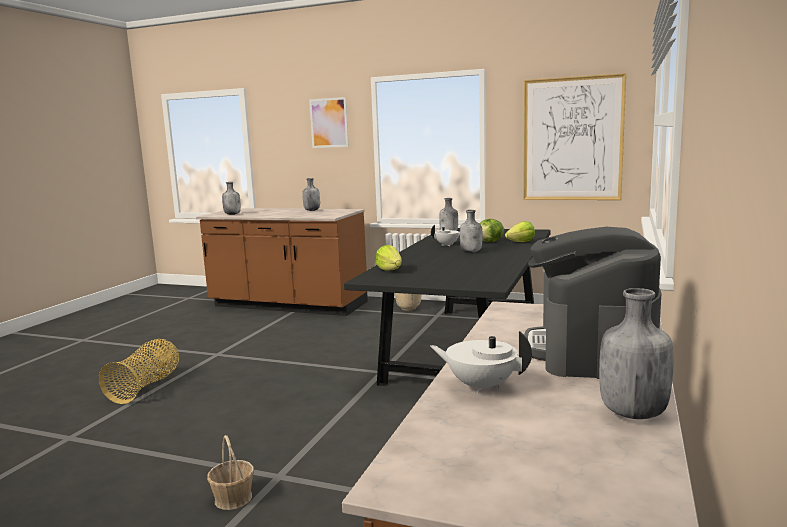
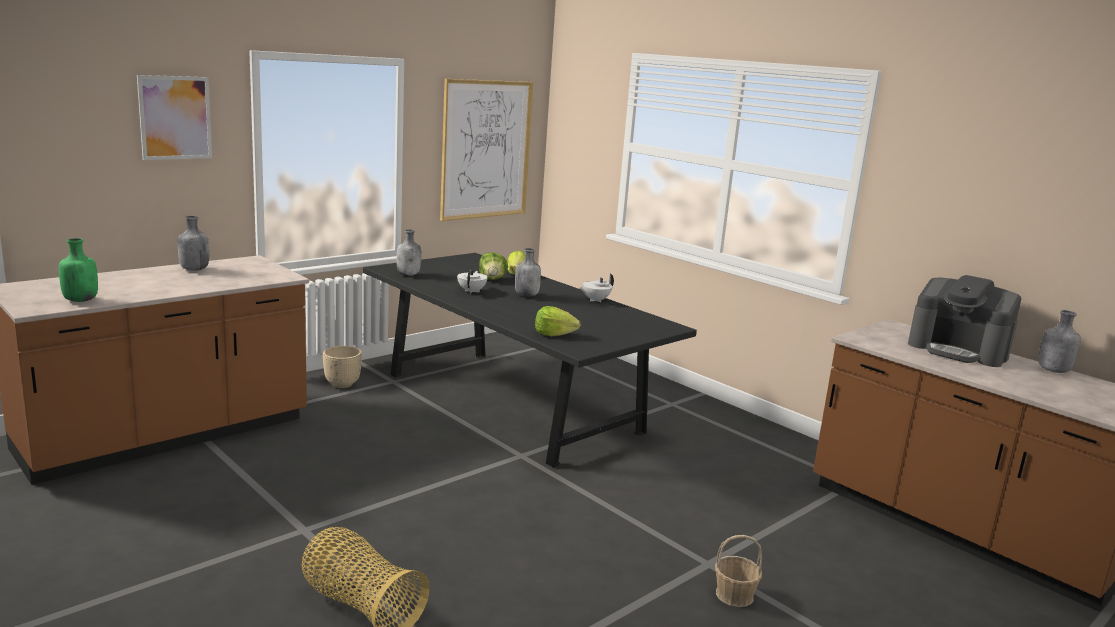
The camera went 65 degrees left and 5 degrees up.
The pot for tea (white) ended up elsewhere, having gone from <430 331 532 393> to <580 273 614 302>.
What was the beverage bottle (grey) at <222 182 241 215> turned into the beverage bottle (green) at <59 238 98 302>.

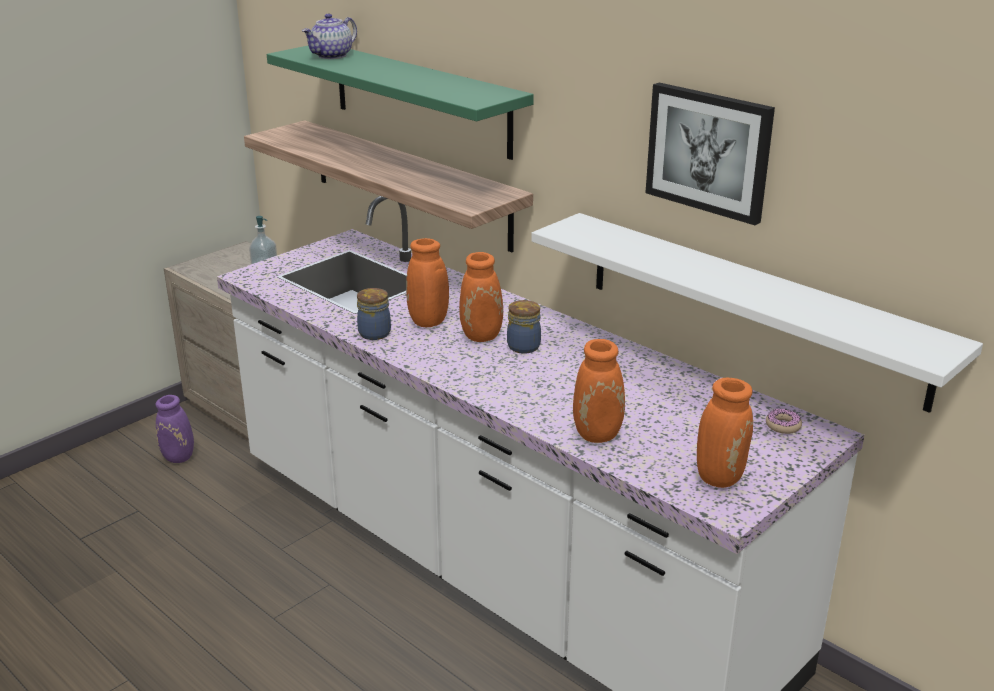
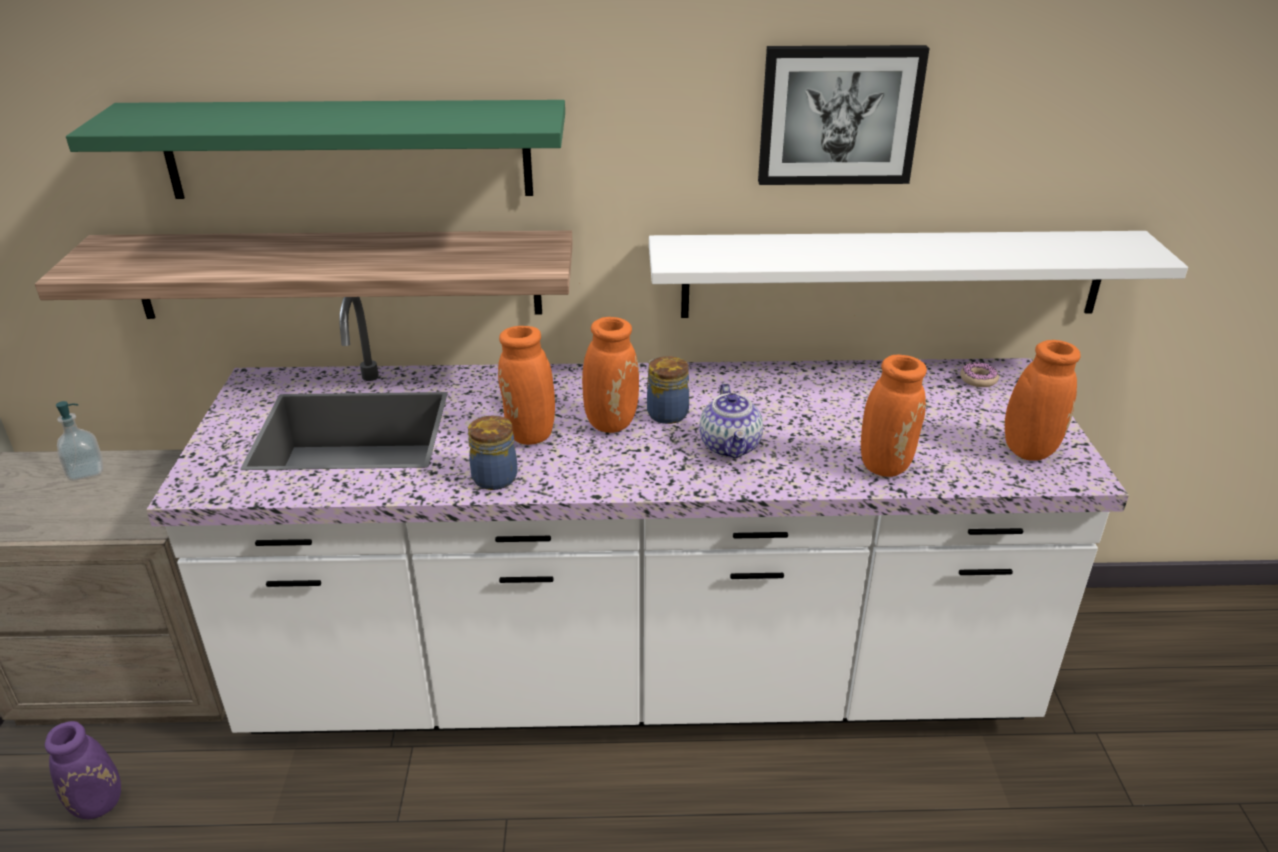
The camera went 45 degrees left and 5 degrees up.
The pot for tea ended up elsewhere, having gone from <302 14 357 59> to <700 383 763 459>.

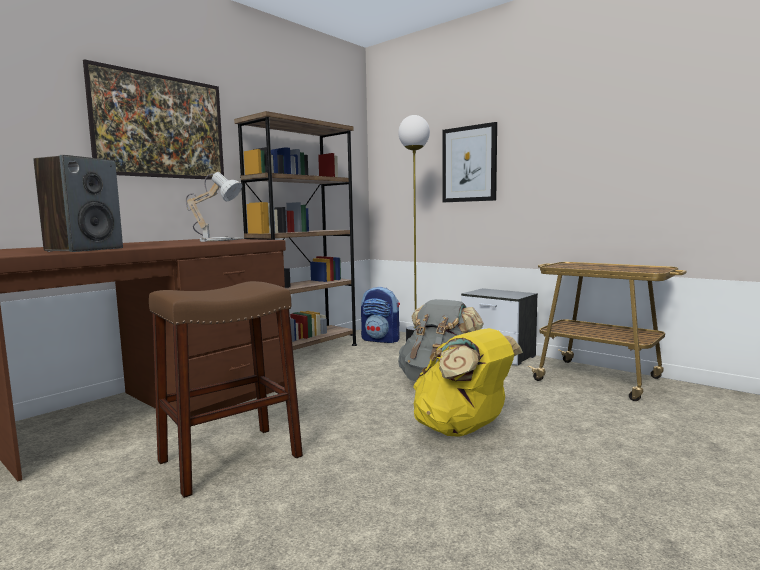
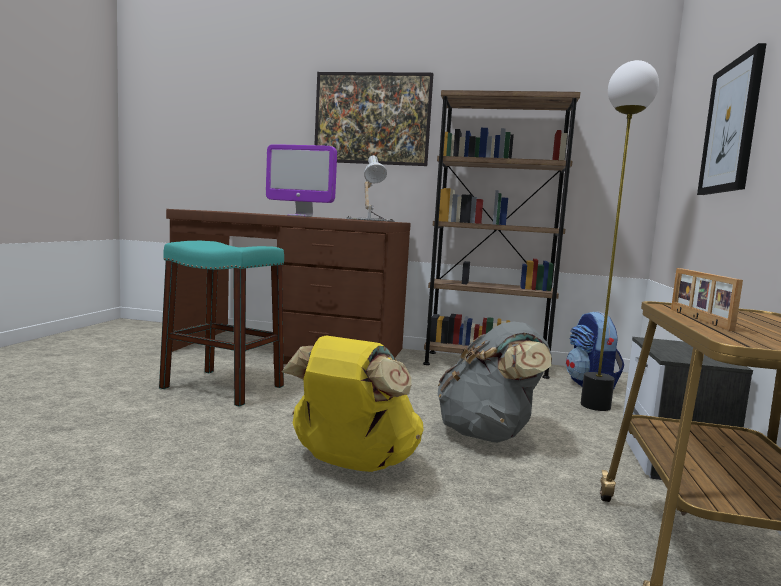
The camera went 60 degrees right and 0 degrees up.
The second view lost the loudspeaker at <34 155 123 252>.
The second view gained the computer display at <266 144 337 217>.
The second view gained the standing frame at <671 268 743 331>.
What was the stool (brown-coloured) at <149 281 303 498> turned into the stool (turquoise-coloured) at <159 241 284 407>.

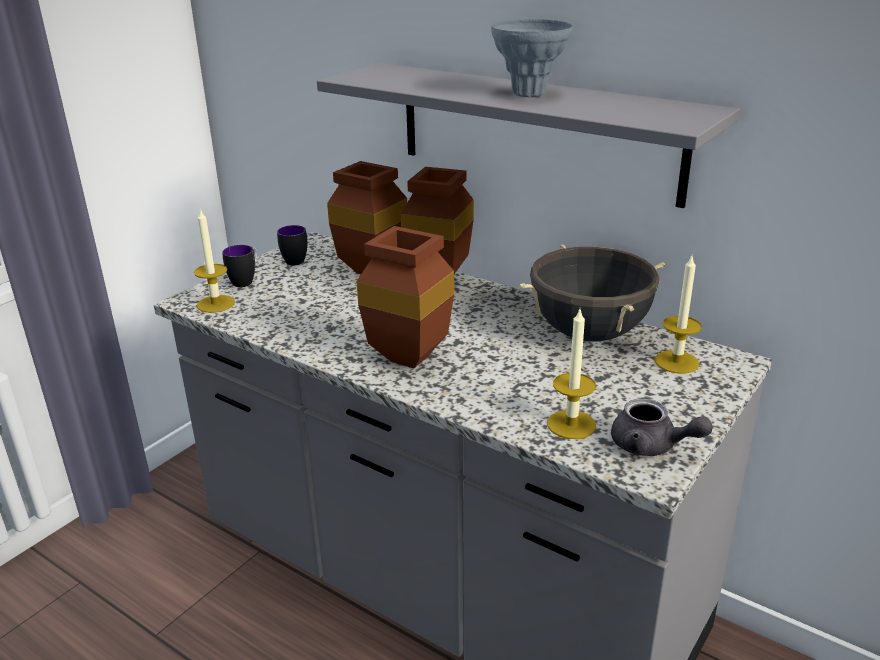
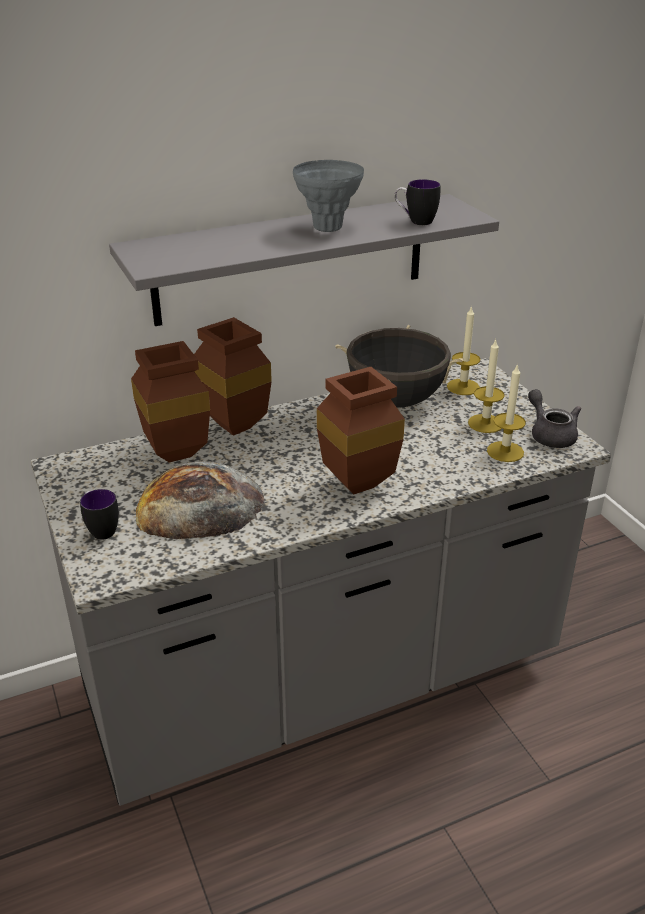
The camera went 60 degrees left and 5 degrees up.
The second view gained the bakery bread at <136 461 265 539>.
The wax light ended up elsewhere, having gone from <194 208 235 313> to <468 340 504 433>.
The mug ended up elsewhere, having gone from <277 225 307 266> to <394 179 441 225>.
The pot for tea (grey) at <611 399 712 456> ended up facing another way, 90 degrees counterclockwise from before.

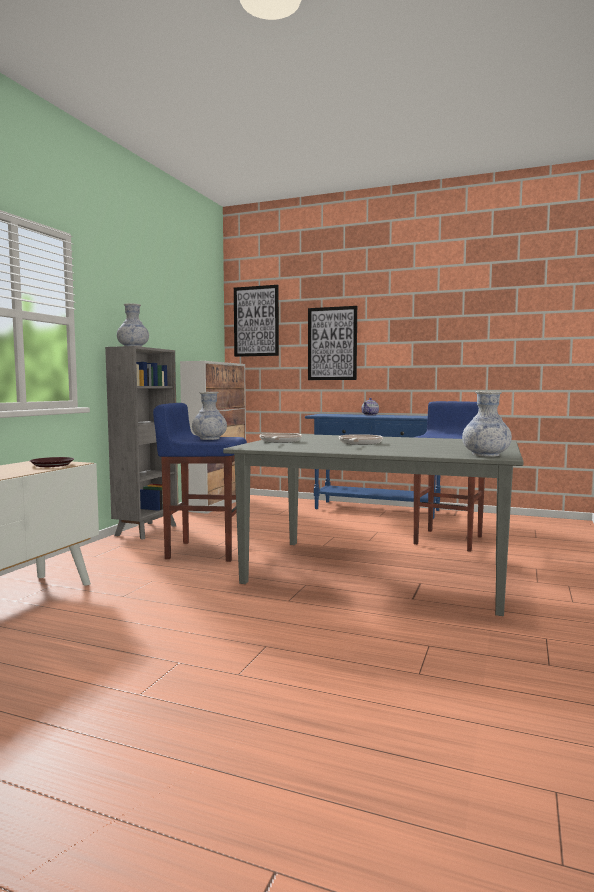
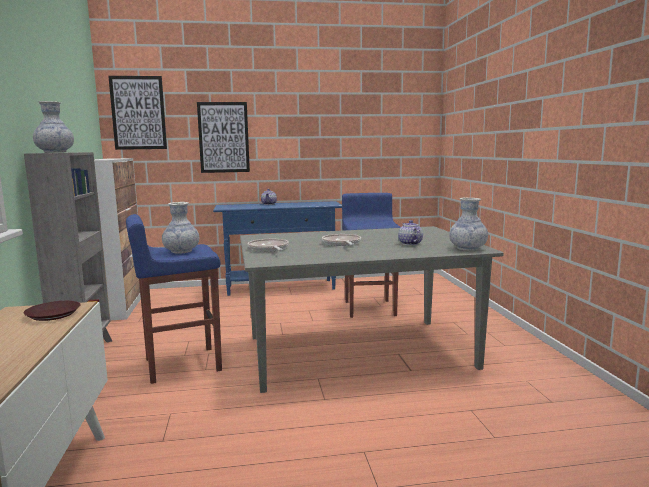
The camera went 30 degrees left and 5 degrees up.
The second view gained the pot for tea at <398 220 423 245>.

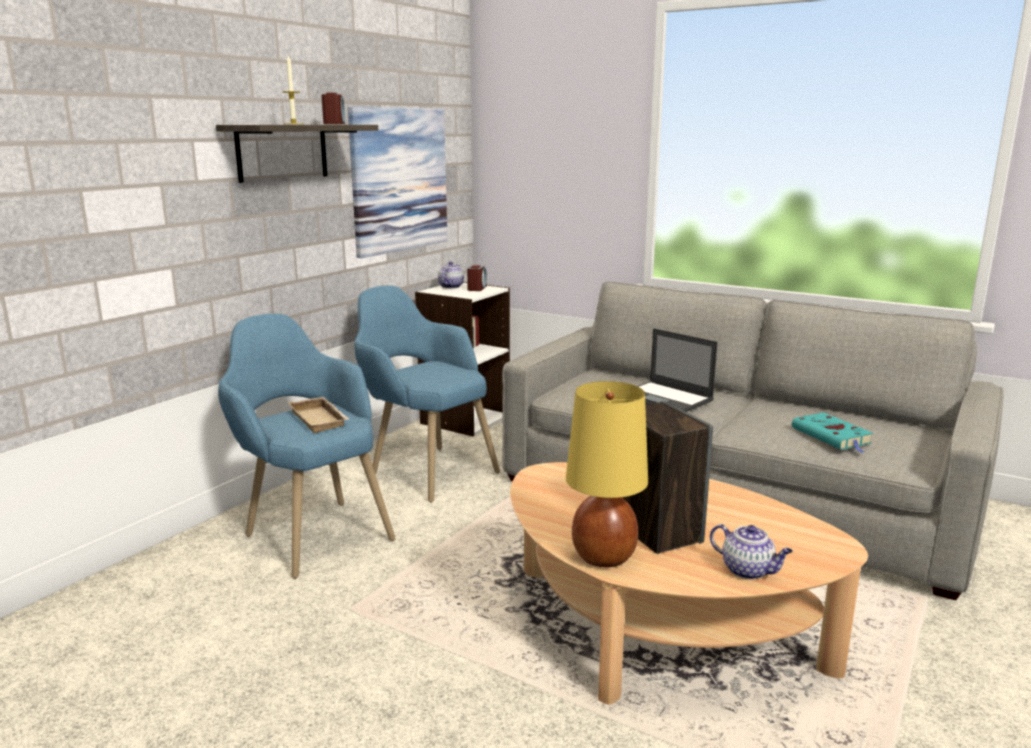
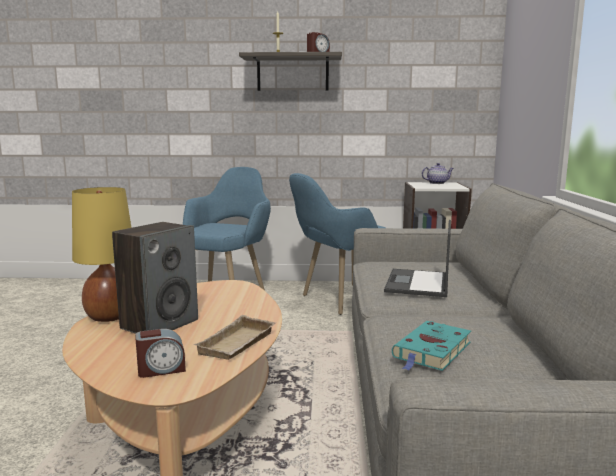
The camera went 60 degrees right and 5 degrees down.
The second view lost the picture at <348 107 448 258>.
The second view lost the pot for tea at <710 524 793 579>.
The serving tray (beige-coloured) ended up elsewhere, having gone from <288 397 349 433> to <194 315 276 360>.
The table clock ended up elsewhere, having gone from <467 265 487 291> to <135 329 186 378>.
The easy chair (bluish) at <355 286 500 503> ended up facing another way, 135 degrees counterclockwise from before.

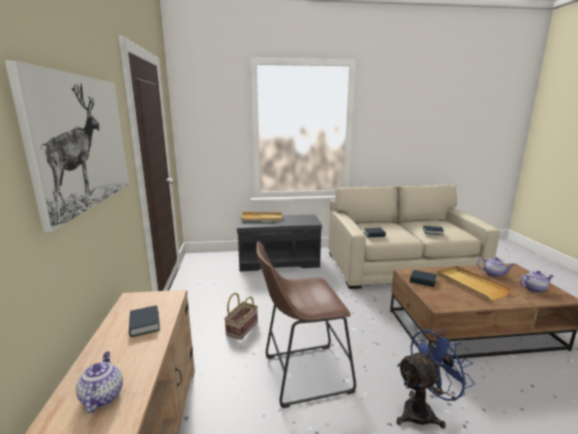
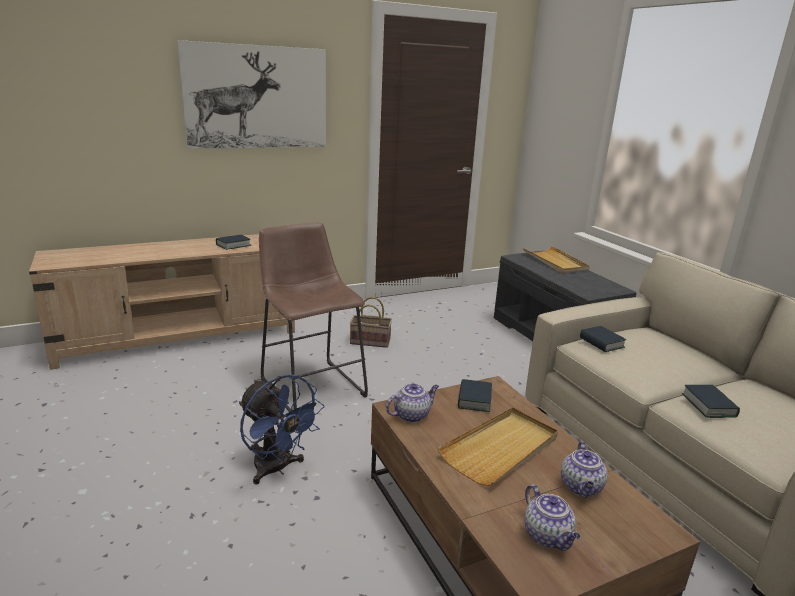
The camera went 70 degrees right and 5 degrees up.
The pot for tea ended up elsewhere, having gone from <76 352 123 413> to <386 384 439 423>.

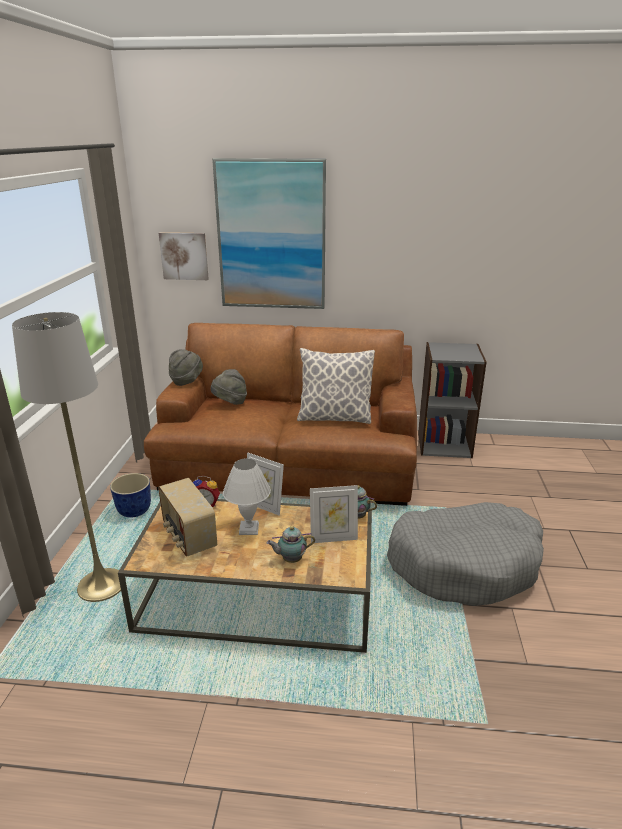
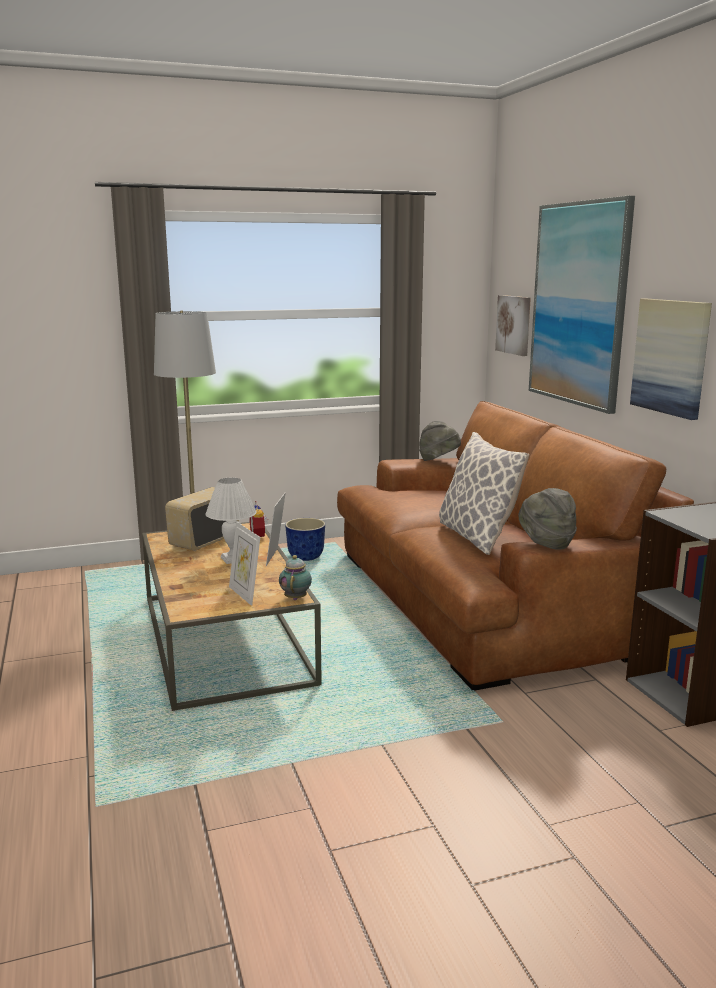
The camera went 65 degrees right and 10 degrees down.
The second view lost the pot for tea at <267 526 315 563>.
The second view lost the pet bed (grey) at <387 502 544 606>.
The second view gained the picture at <630 299 712 420>.
The wearable hat (grey) ended up elsewhere, having gone from <211 369 247 405> to <518 488 577 550>.

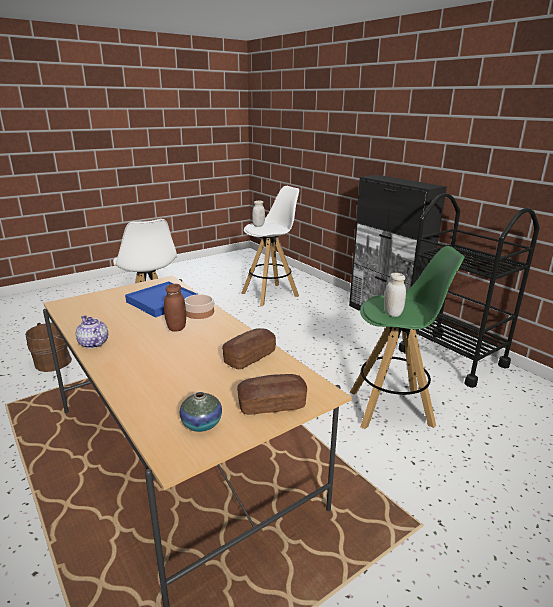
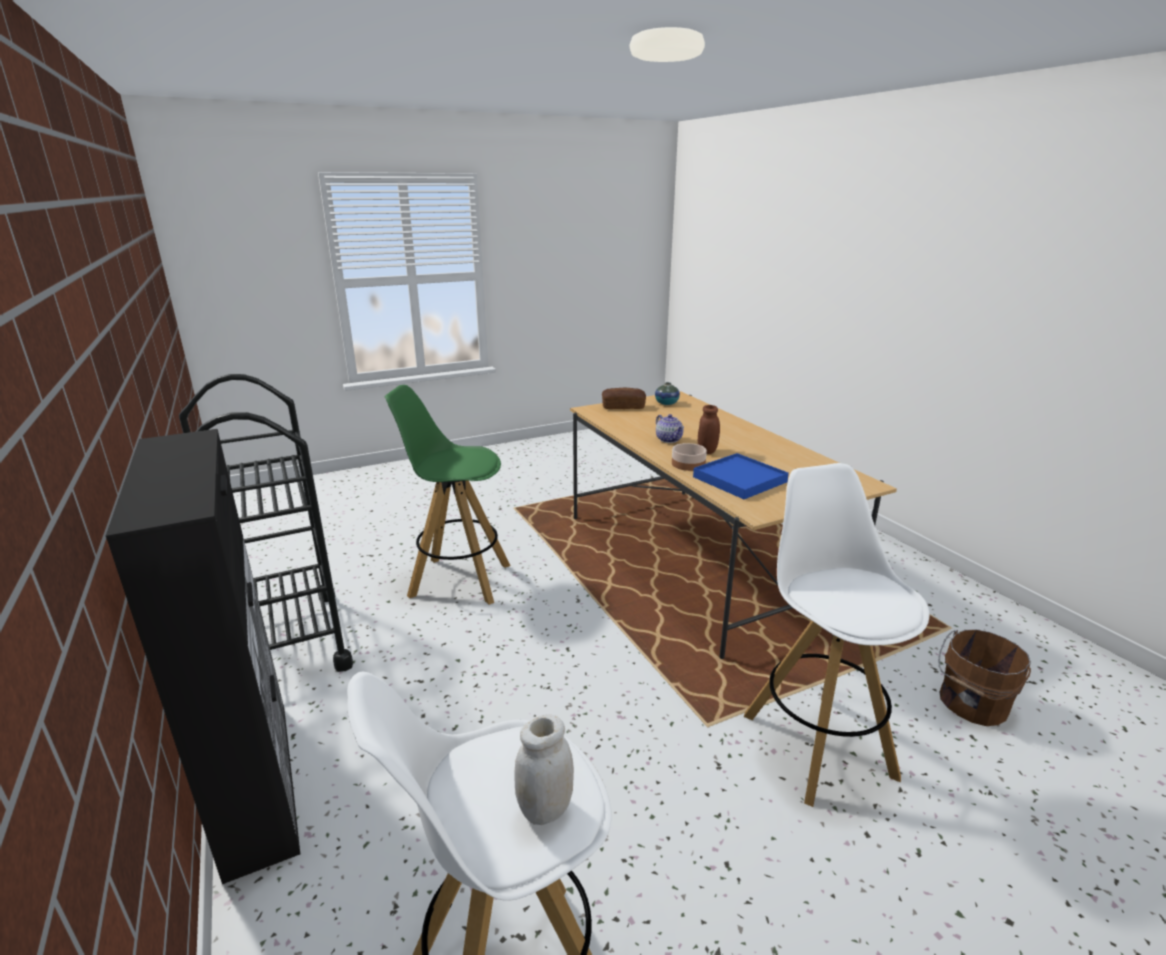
The camera went 170 degrees left and 0 degrees up.
The second view lost the bakery bread at <222 328 276 369>.
The second view lost the storage jar (white) at <384 273 406 317>.
The pot for tea ended up elsewhere, having gone from <76 315 108 349> to <656 414 684 443>.

